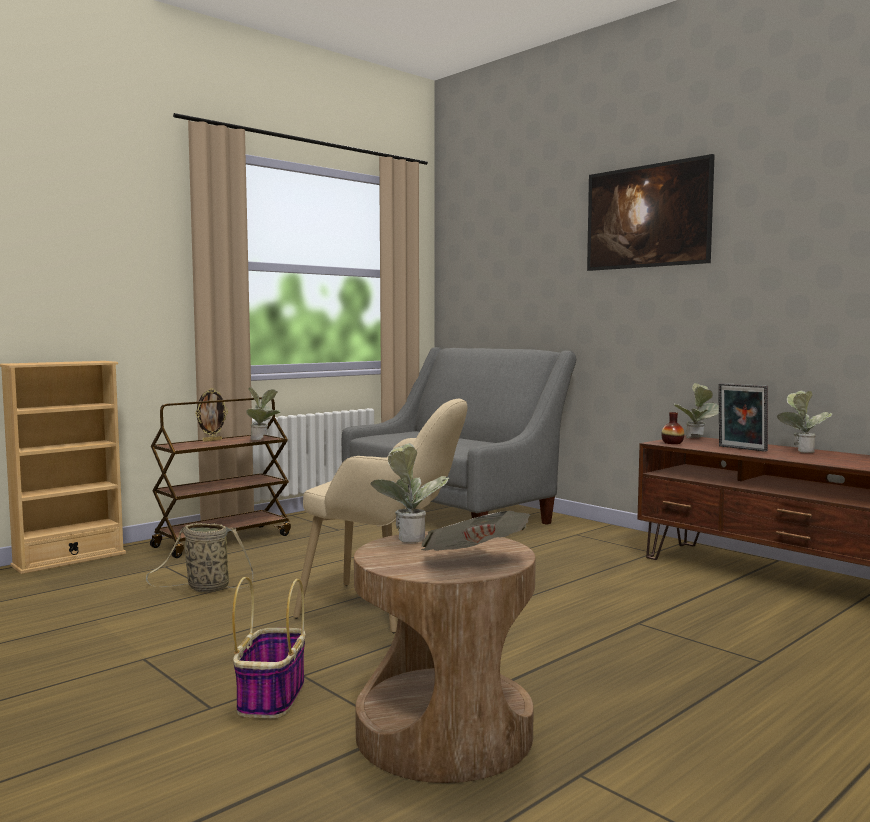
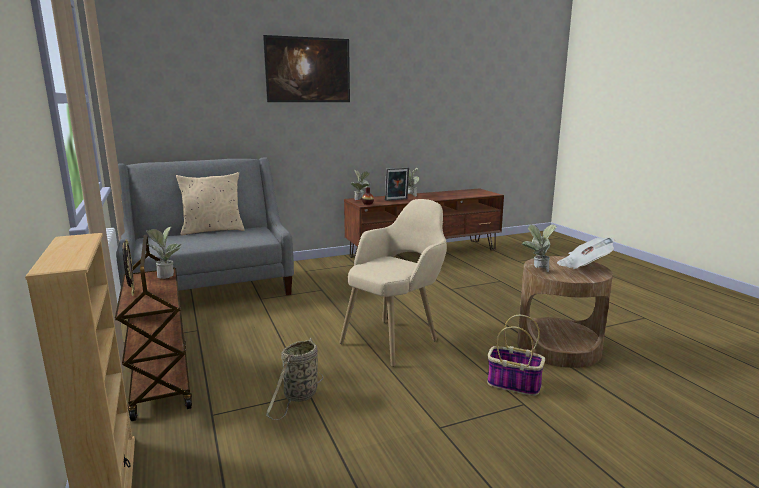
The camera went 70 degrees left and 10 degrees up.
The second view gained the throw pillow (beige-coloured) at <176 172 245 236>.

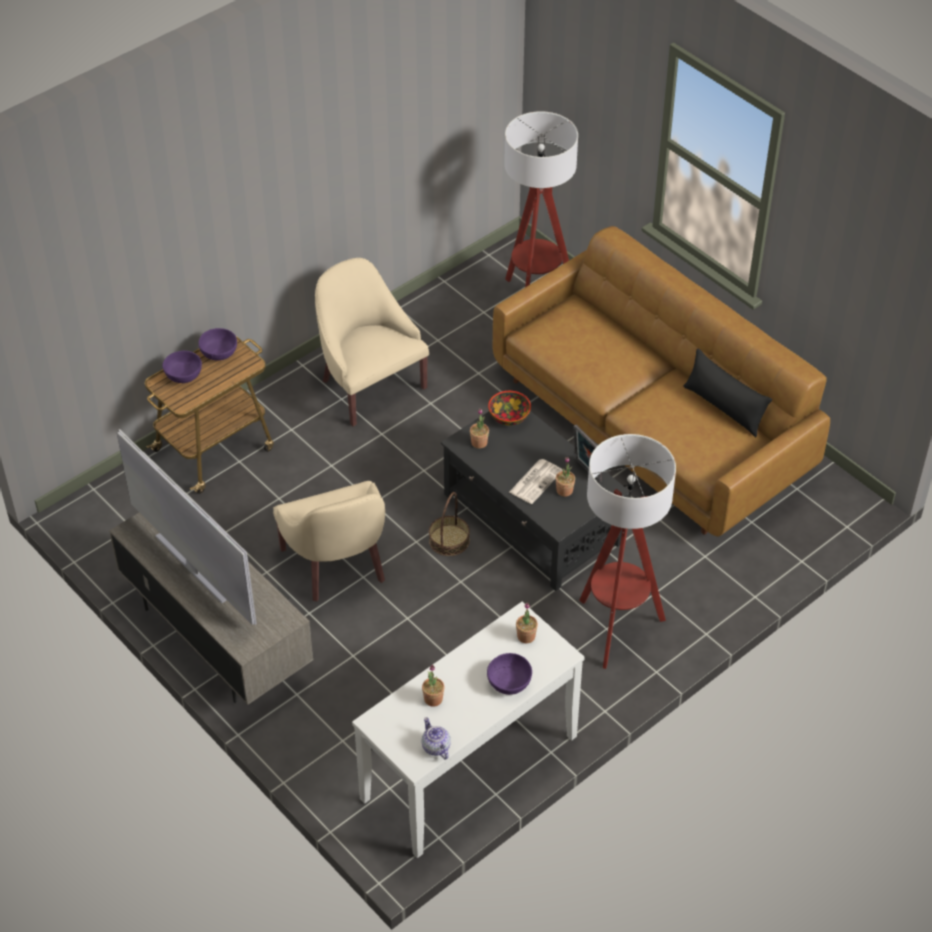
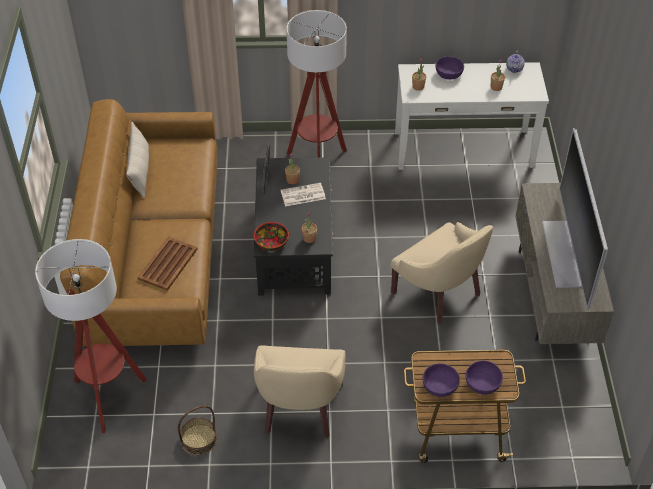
The camera went 140 degrees left and 0 degrees up.
The second view gained the serving tray (brown-coloured) at <137 237 198 291>.
The basket ended up elsewhere, having gone from <429 492 470 556> to <178 405 217 455>.
What was the throw pillow (blackish) at <683 349 772 437> turned into the throw pillow (beige-coloured) at <126 122 149 198>.
The easy chair (beige-coloured) at <273 481 385 601> ended up facing another way, 120 degrees clockwise from before.

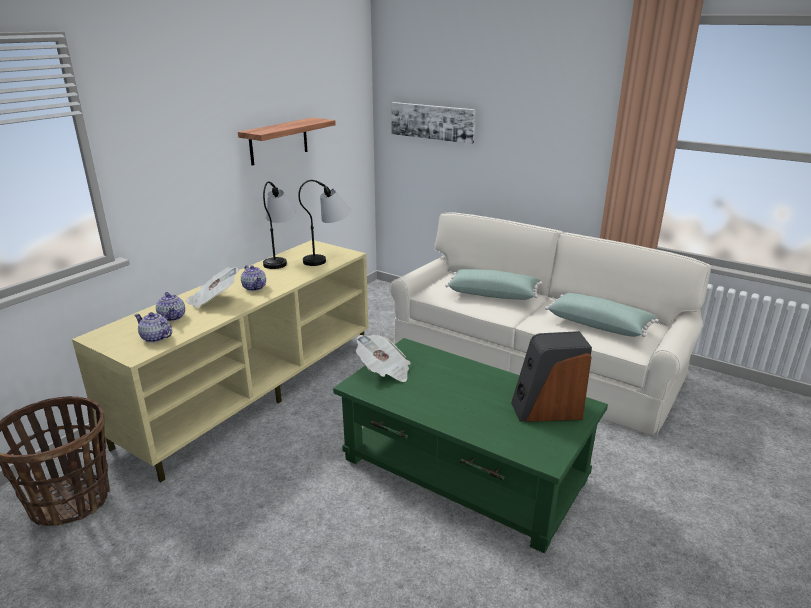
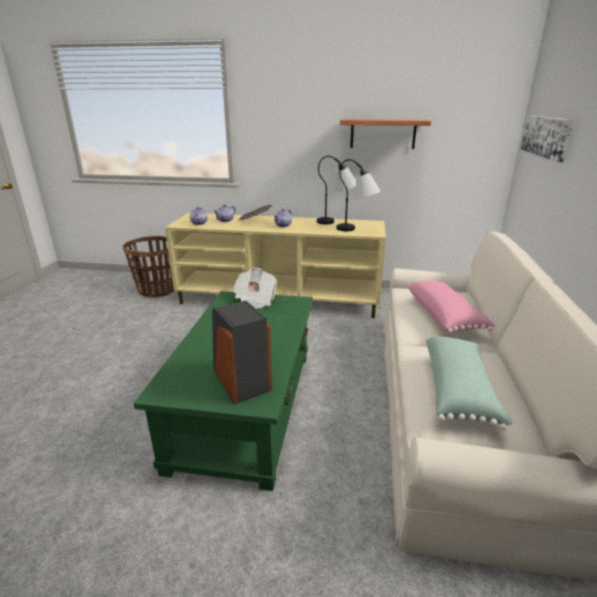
The camera went 65 degrees right and 0 degrees up.
What was the throw pillow (green) at <445 269 543 300> turned into the throw pillow (pink-coloured) at <407 281 495 333>.

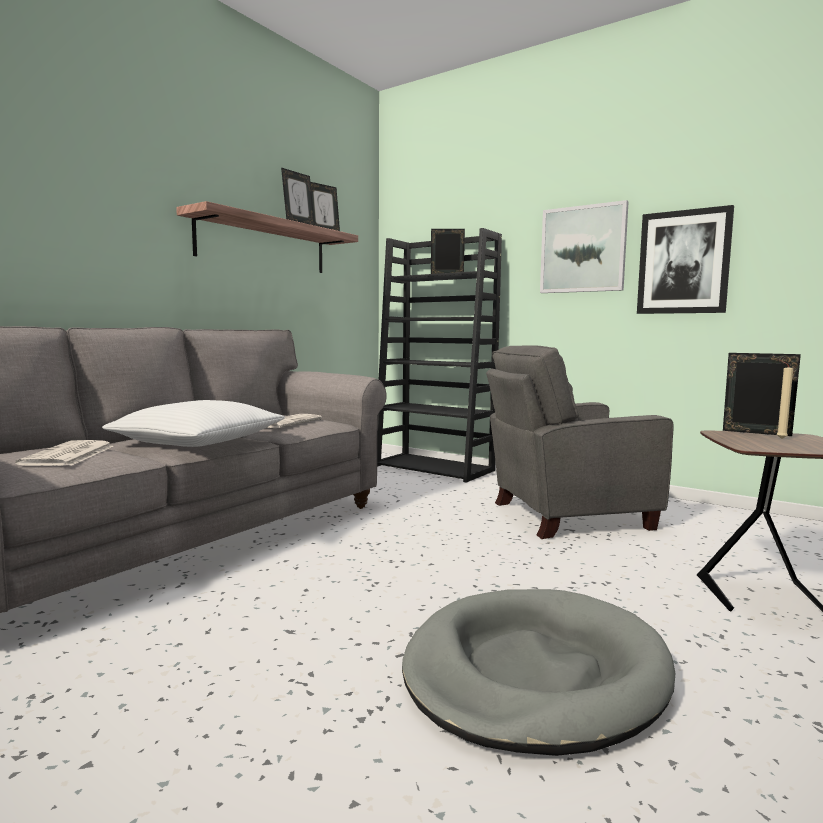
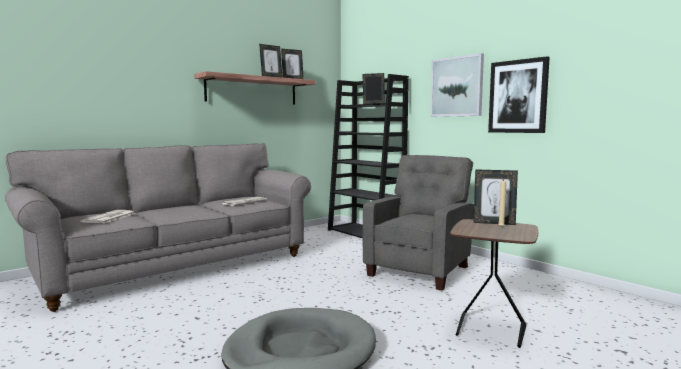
The camera went 15 degrees right and 0 degrees up.
The second view lost the throw pillow (white) at <102 400 285 447>.
The easy chair (grey) at <486 345 674 539> ended up facing another way, 120 degrees clockwise from before.
The standing frame at <723 353 801 436> ended up facing another way, 150 degrees clockwise from before.

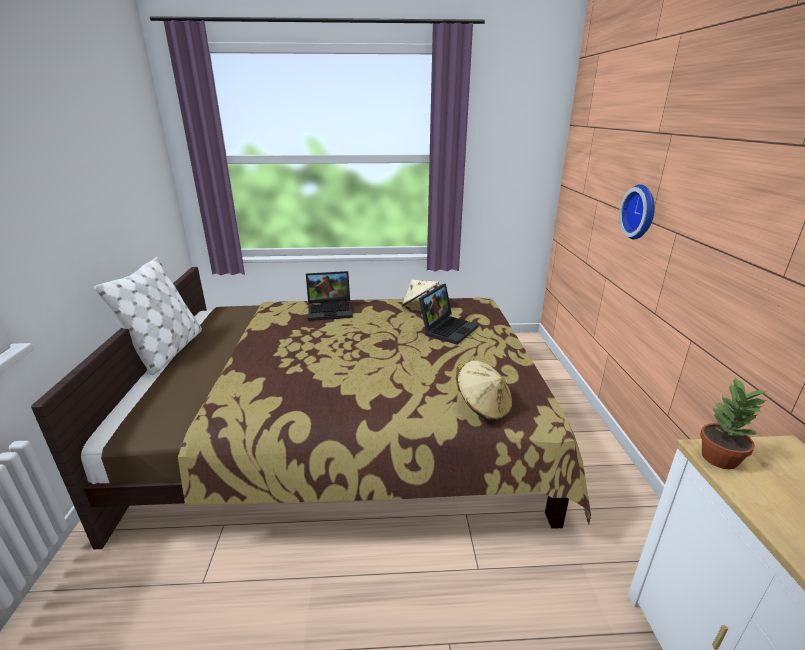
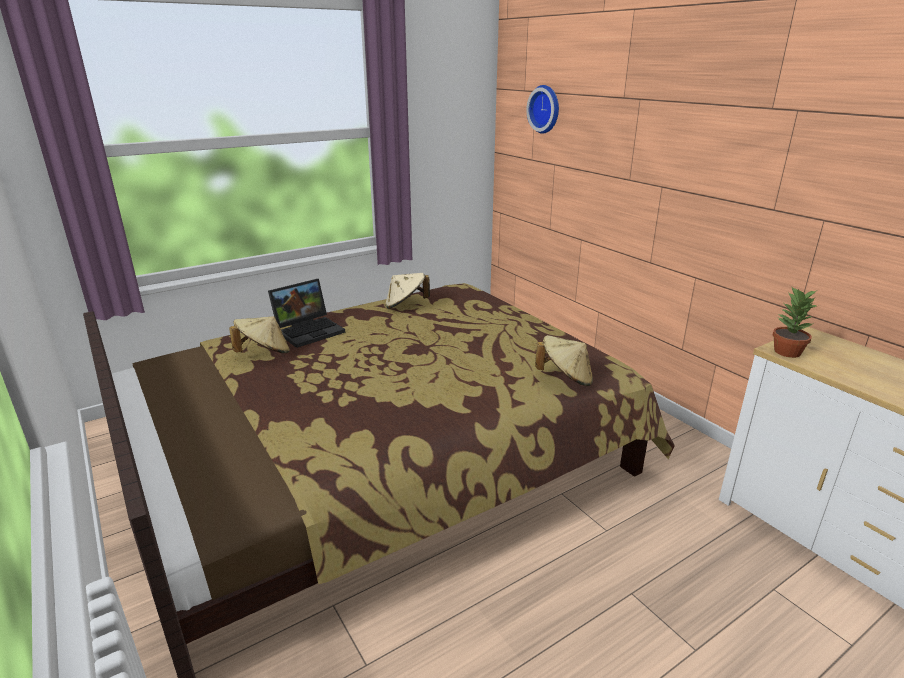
The camera went 30 degrees left and 0 degrees up.
The second view lost the throw pillow (white) at <94 257 202 375>.
The second view lost the portable computer at <419 284 479 345>.
The second view gained the wearable hat (beige-coloured) at <229 316 290 353>.
The wall clock ended up elsewhere, having gone from <619 184 655 239> to <526 85 559 134>.

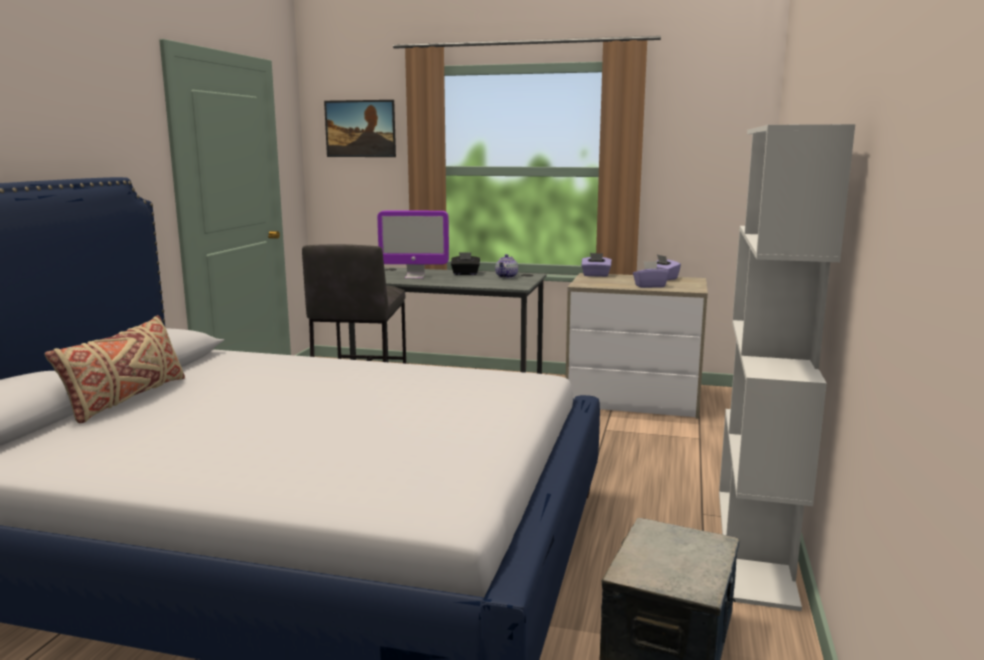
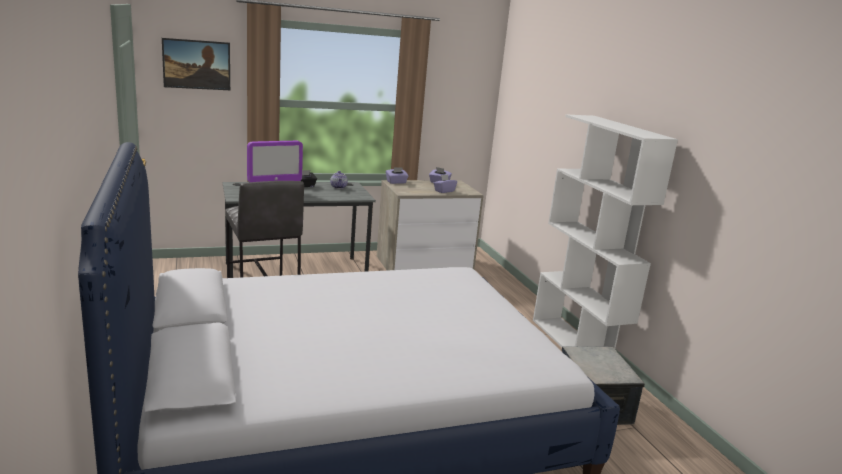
The camera went 35 degrees left and 5 degrees up.
The second view lost the throw pillow (beige-coloured) at <45 315 185 423>.

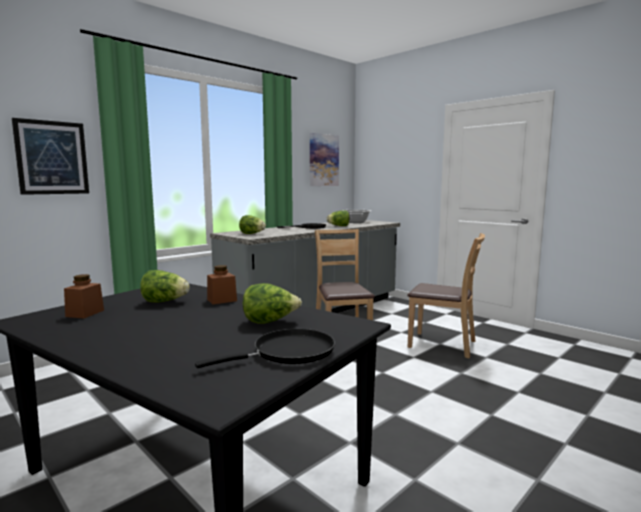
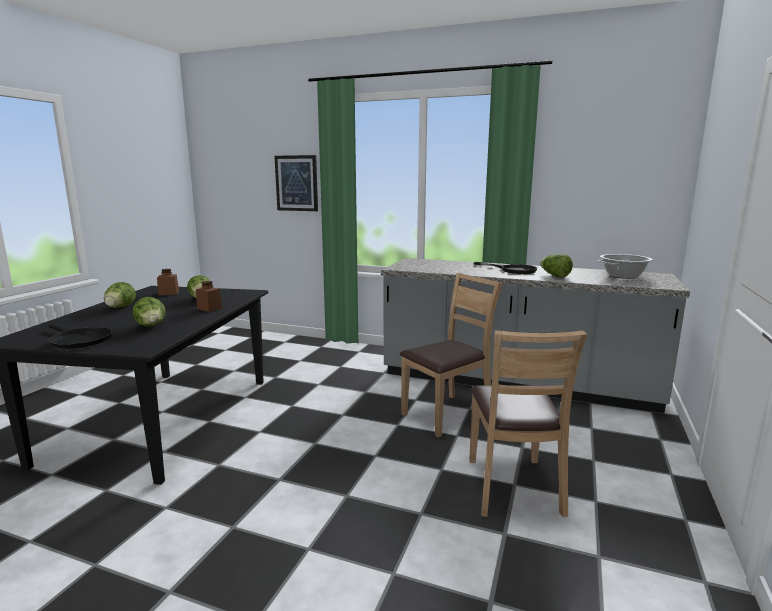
The camera went 65 degrees right and 5 degrees up.
The second view lost the picture at <310 133 339 186>.
The lettuce head ended up elsewhere, having gone from <239 215 266 234> to <104 282 136 308>.

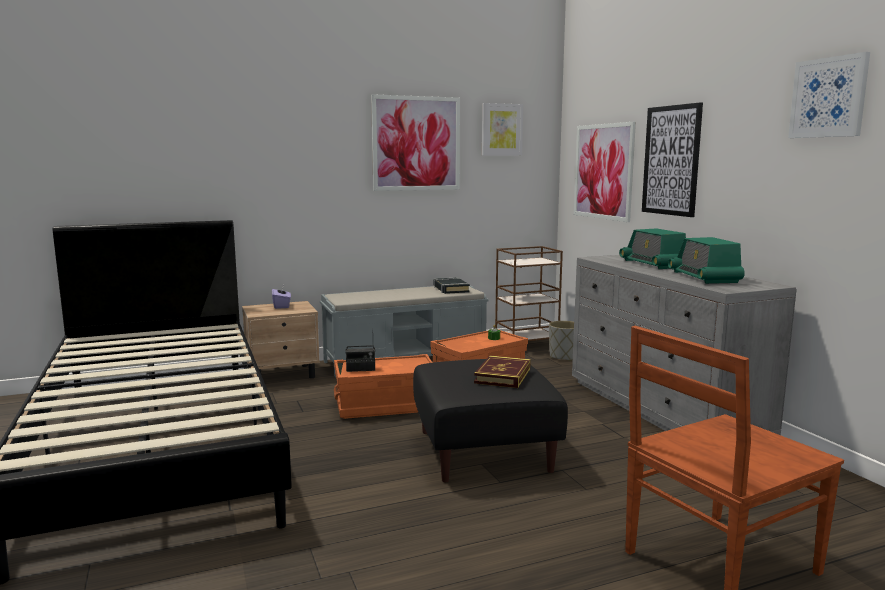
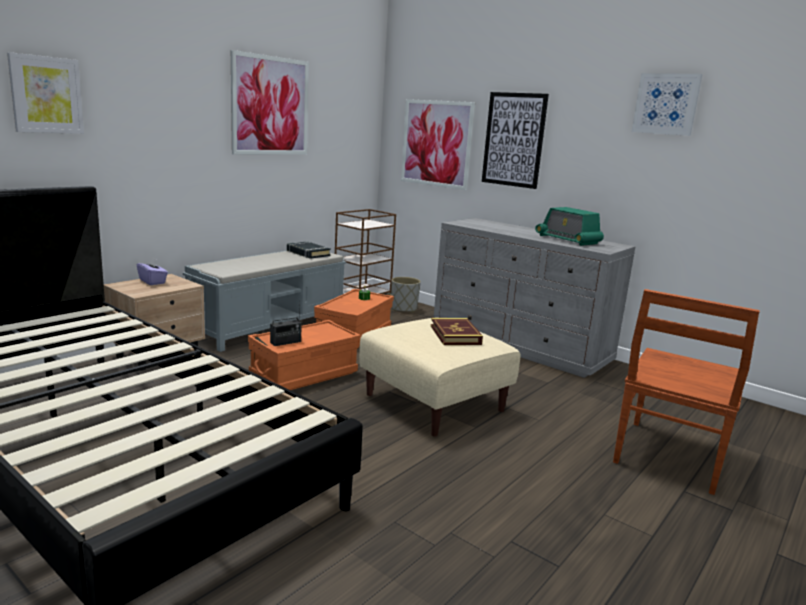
The camera went 30 degrees left and 5 degrees up.
The second view lost the radio set at <619 228 686 269>.
The picture ended up elsewhere, having gone from <482 103 523 156> to <7 52 84 134>.
What was the footrest (blackish) at <413 359 568 483> turned into the footrest (beige-coloured) at <359 318 521 437>.

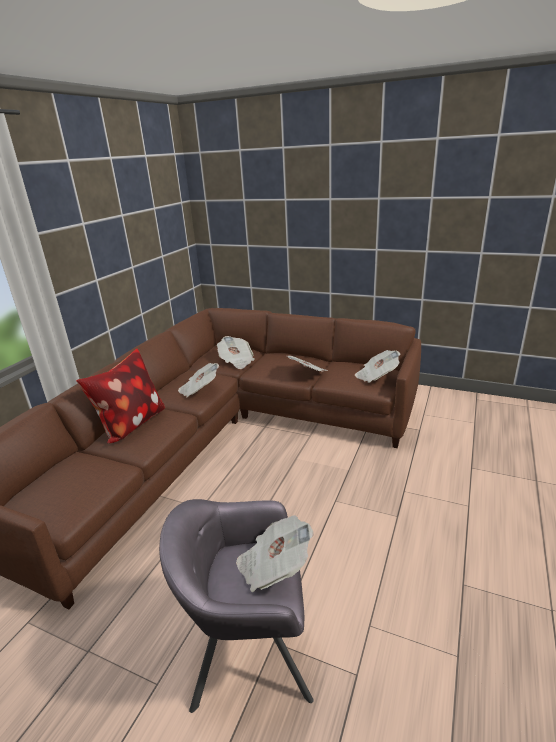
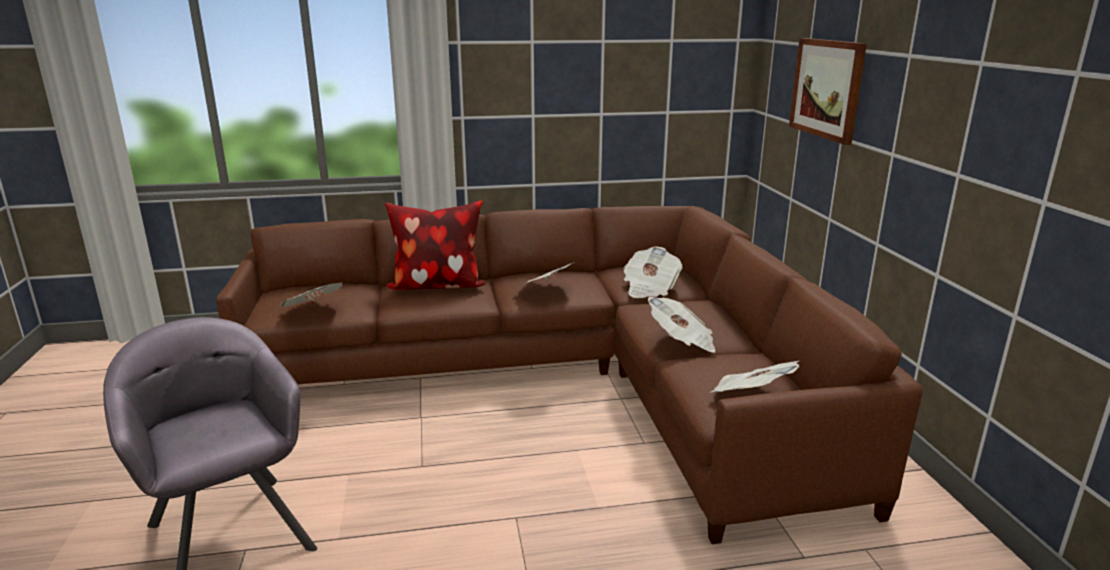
The camera went 55 degrees right and 5 degrees down.
The second view gained the picture at <789 38 867 145>.
The newspaper ended up elsewhere, having gone from <236 515 314 592> to <280 283 342 308>.

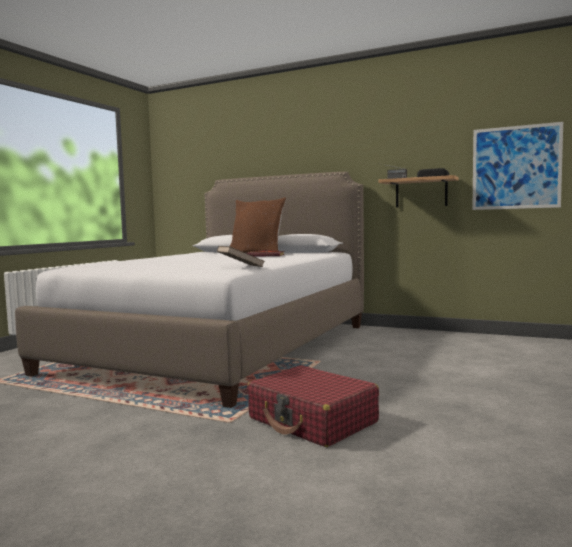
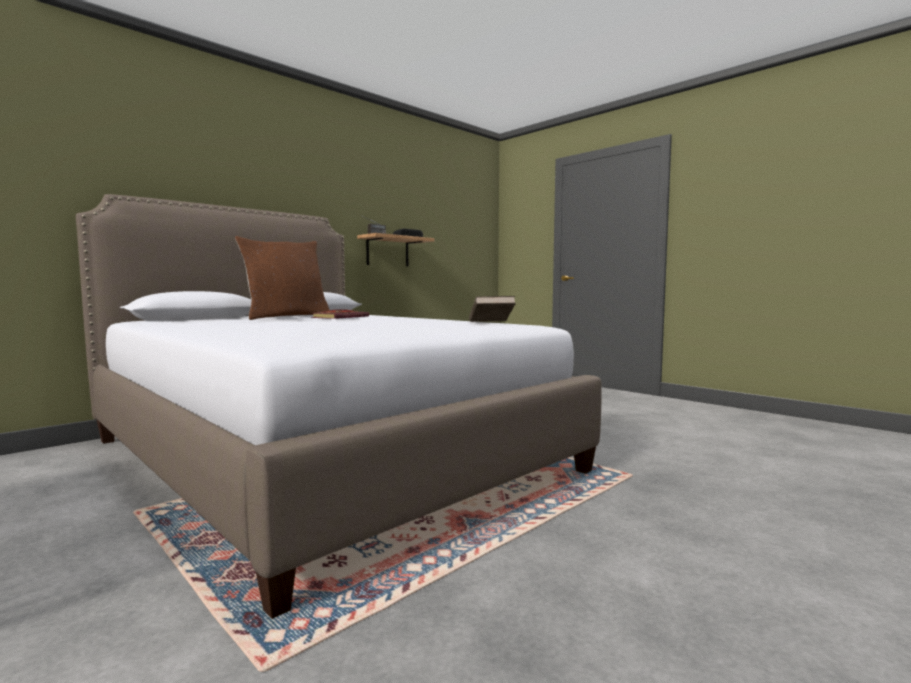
The camera went 70 degrees left and 0 degrees up.
The second view lost the suitcase (reddish) at <247 365 379 447>.
The second view lost the picture at <472 122 563 210>.

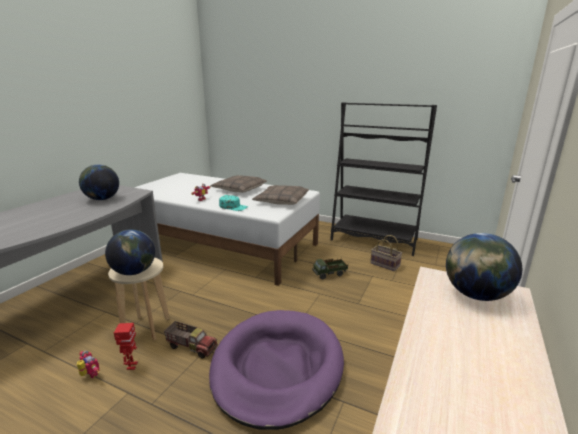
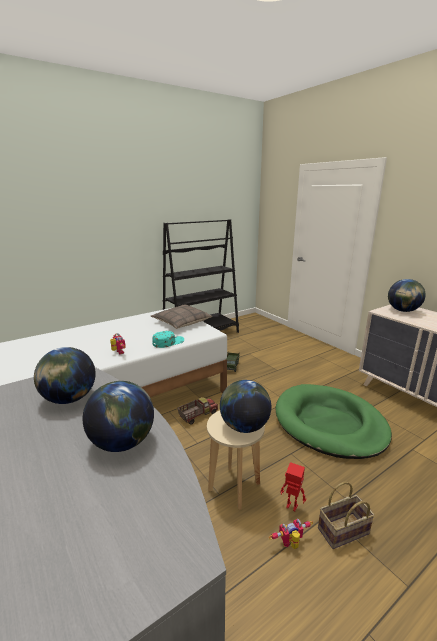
The camera went 60 degrees left and 0 degrees up.
The second view lost the throw pillow at <210 175 267 193>.
The second view gained the globe at <83 381 154 452>.
The toy lorry ended up elsewhere, having gone from <164 321 218 359> to <177 397 218 425>.
The basket ended up elsewhere, having gone from <370 235 402 271> to <318 482 375 549>.
What was the pet bed (purple) at <209 310 344 430> turned into the pet bed (green) at <276 384 392 459>.

